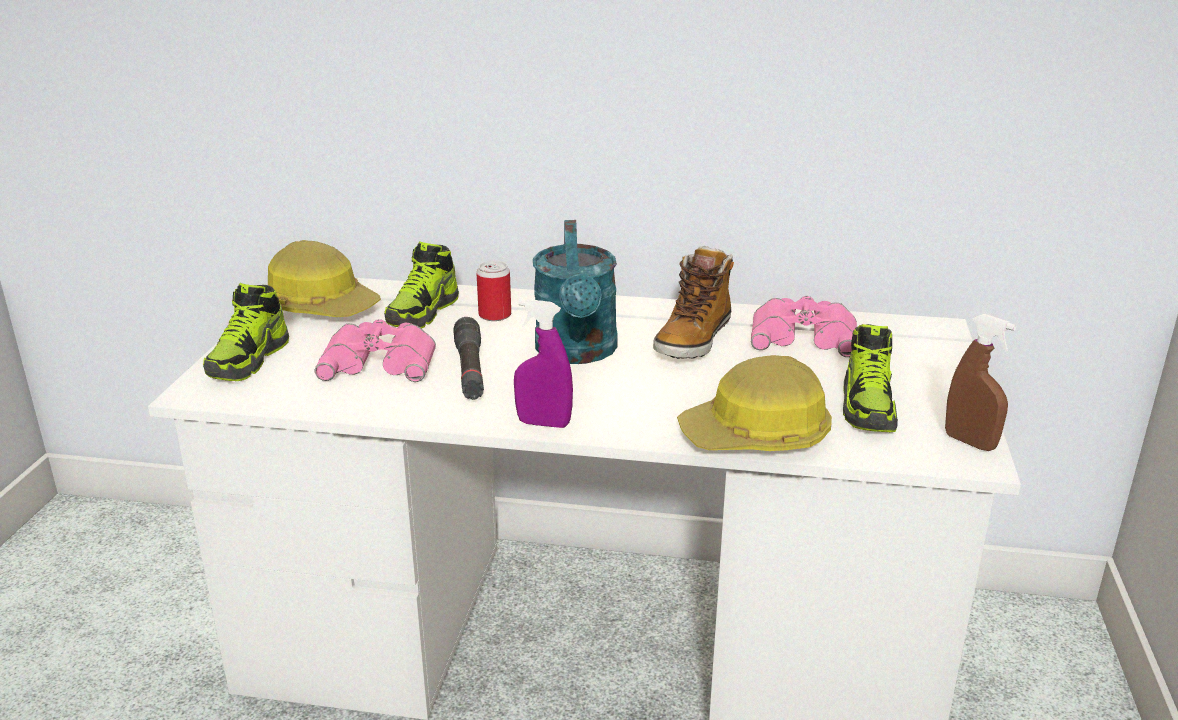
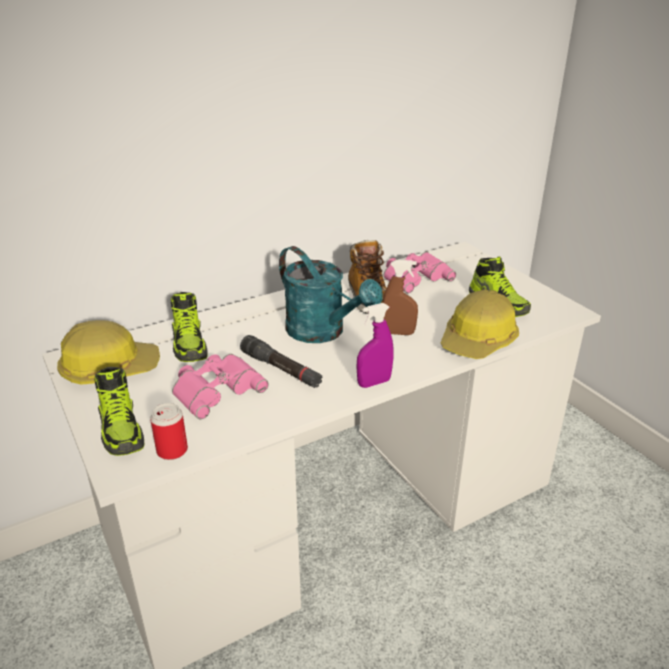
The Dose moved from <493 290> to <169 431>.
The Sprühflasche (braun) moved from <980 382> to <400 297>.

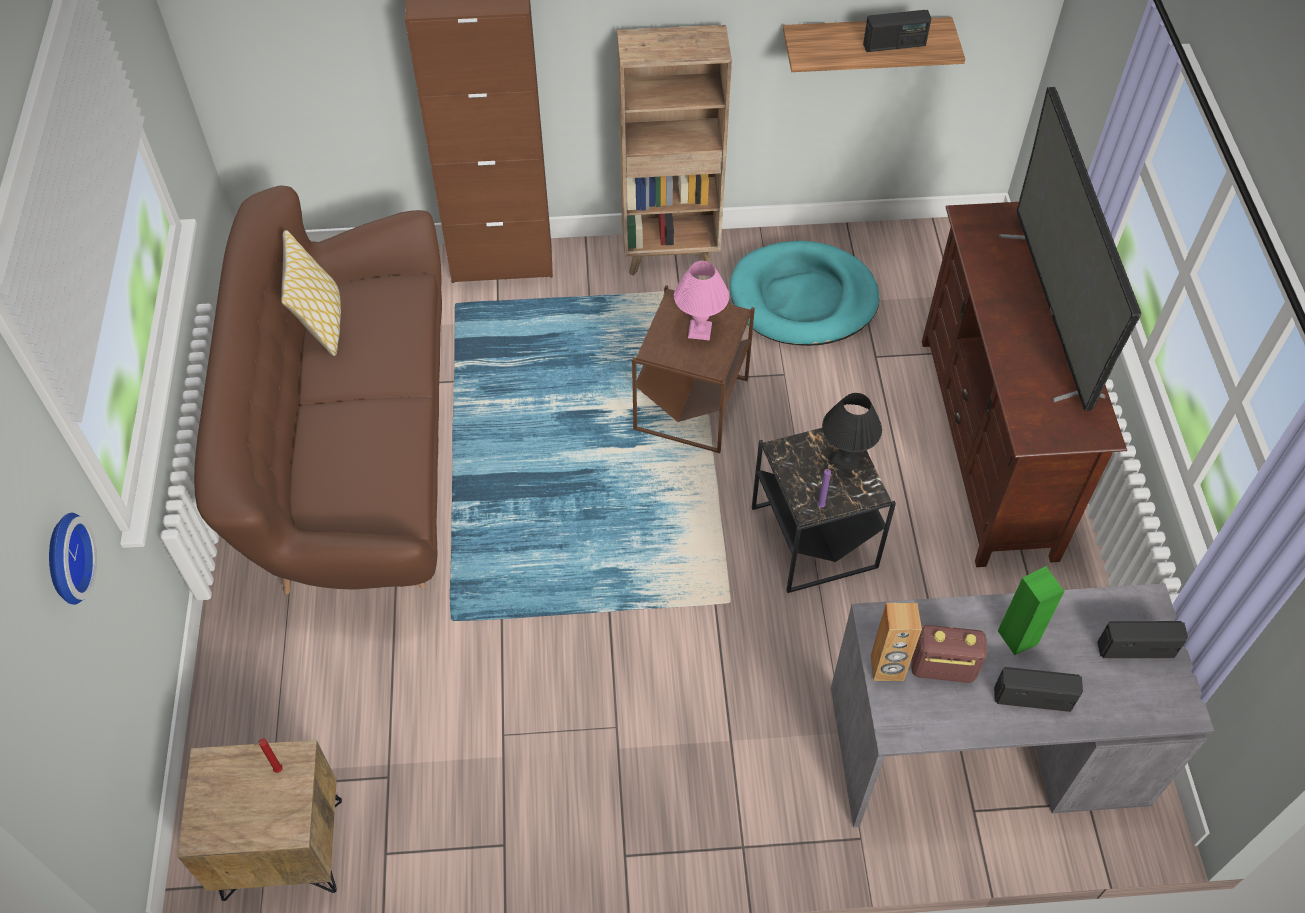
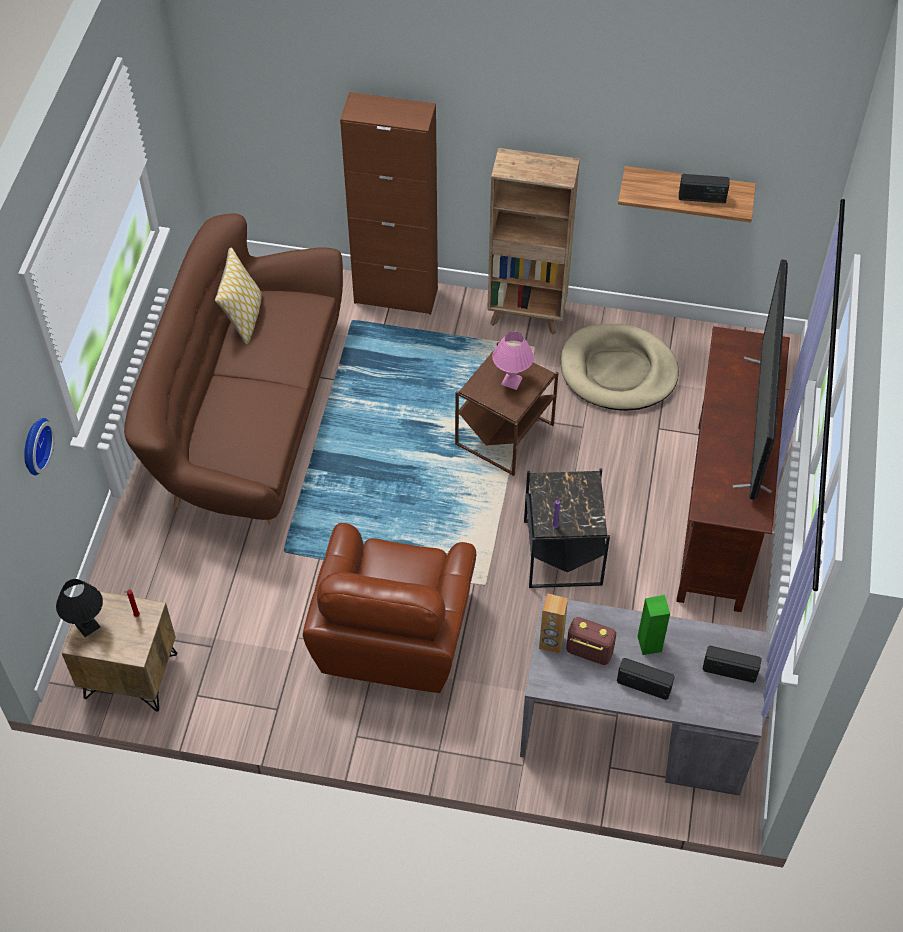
The Hundebett (türkis) at <804 293> became the Hundebett (beige) at <620 367>.
The Tischlampe (schwarz) moved from <852 434> to <79 608>.
The Sessel (braun) at <389 608> appeared.

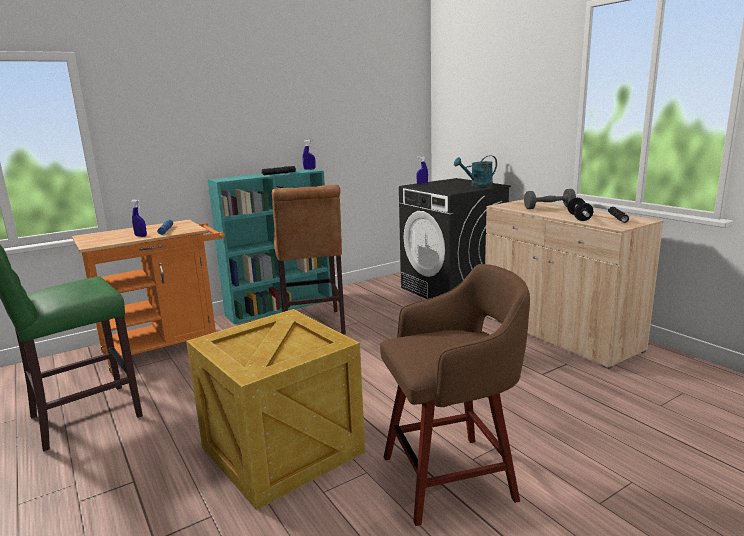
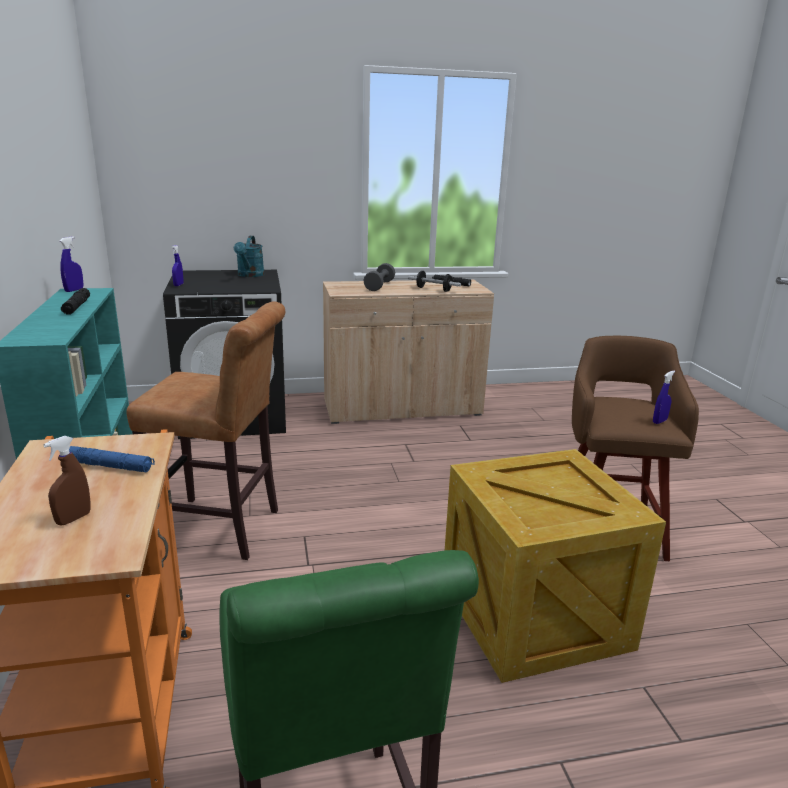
The Sprühflasche (blau) moved from <139 218> to <664 397>.
The Sprühflasche (braun) at <67 480> appeared.

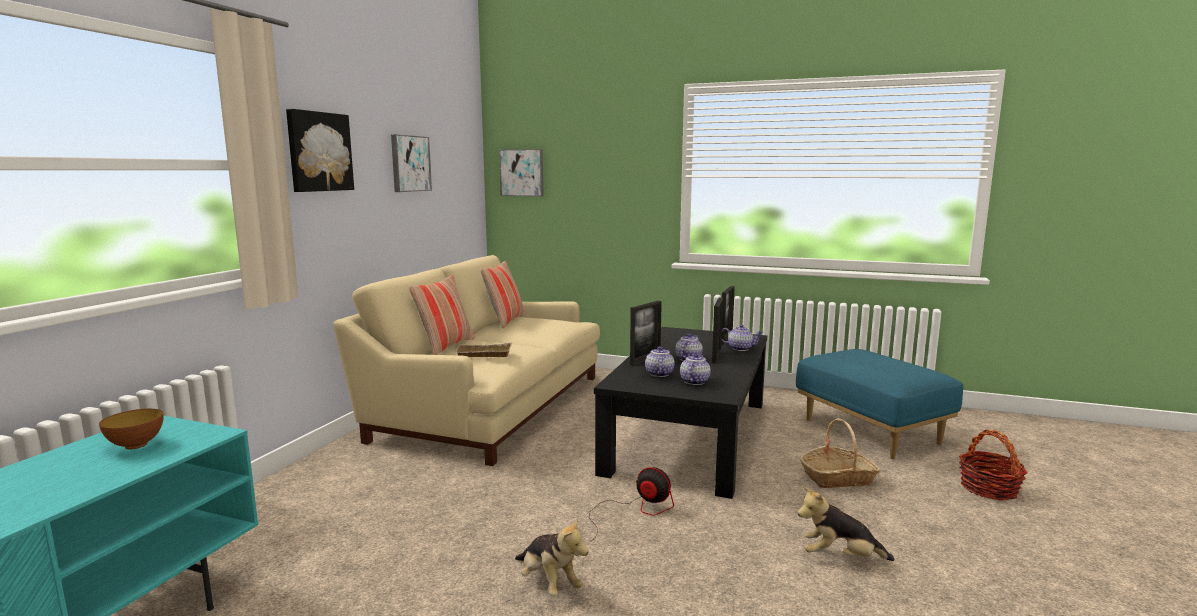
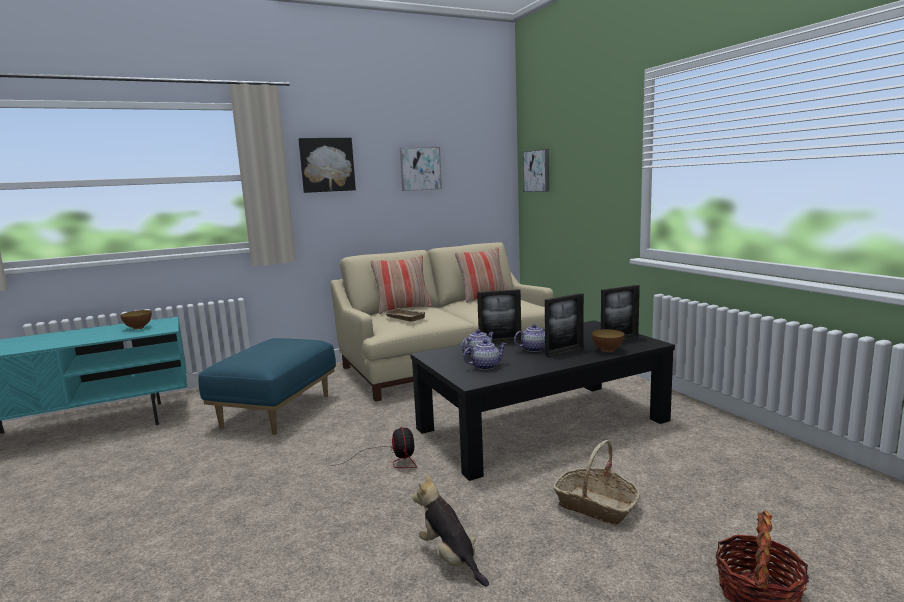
The Teekanne at <742 337> was replaced by the Schüssel at <608 340>.
The Polsterhocker (blau) moved from <879 404> to <267 386>.
The Plüschtier at <552 557> disappeared.

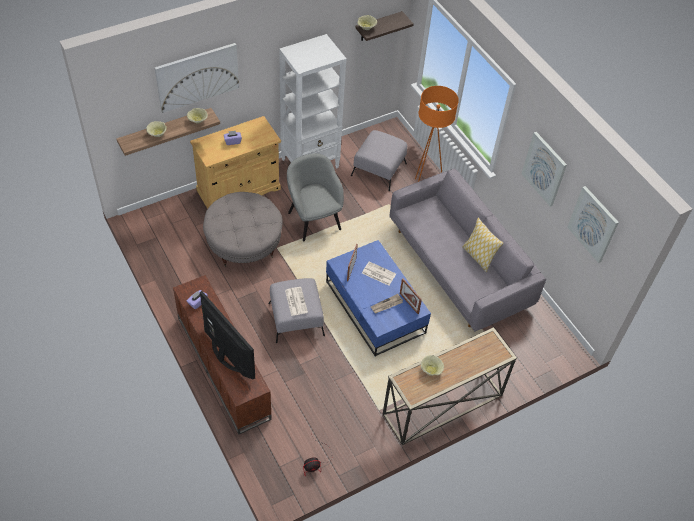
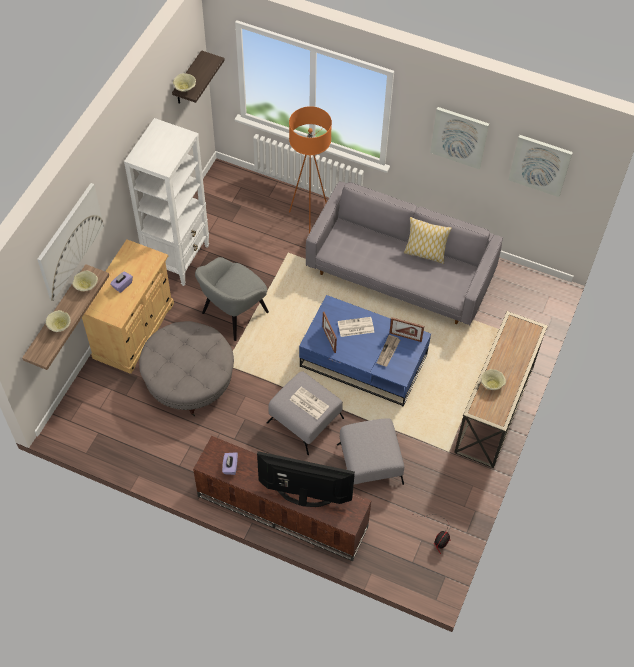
The Polsterhocker (grau) moved from <379 160> to <370 451>.
The Sessel (grau) at <315 197> turned 75 degrees counterclockwise.

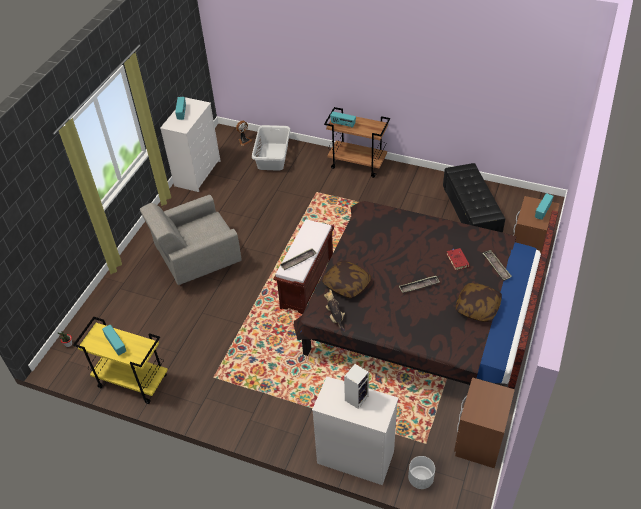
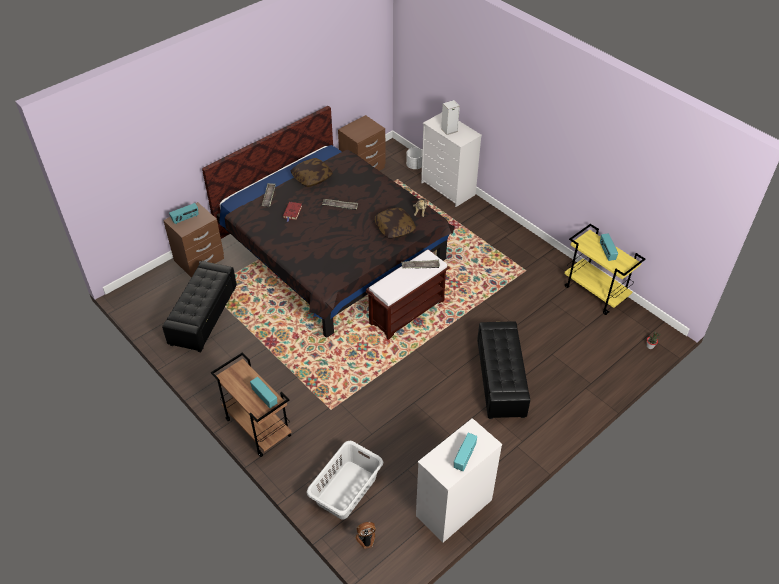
The Sessel (grau) at <191 240> was replaced by the Polsterhocker (schwarz) at <503 370>.

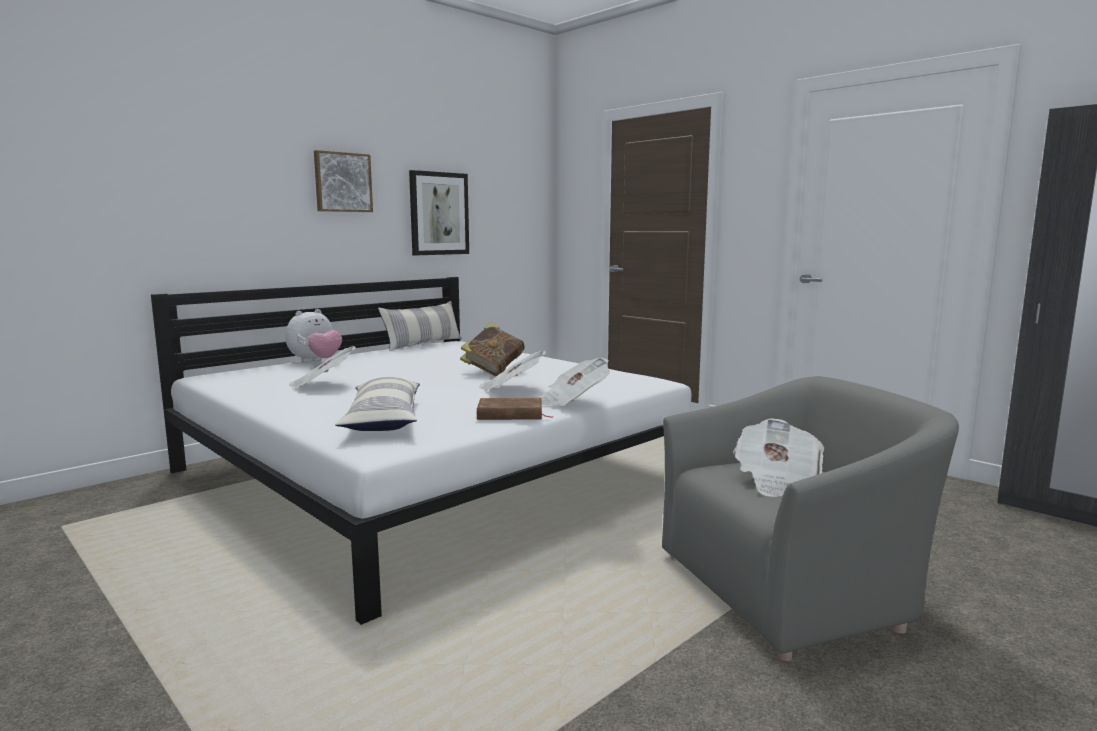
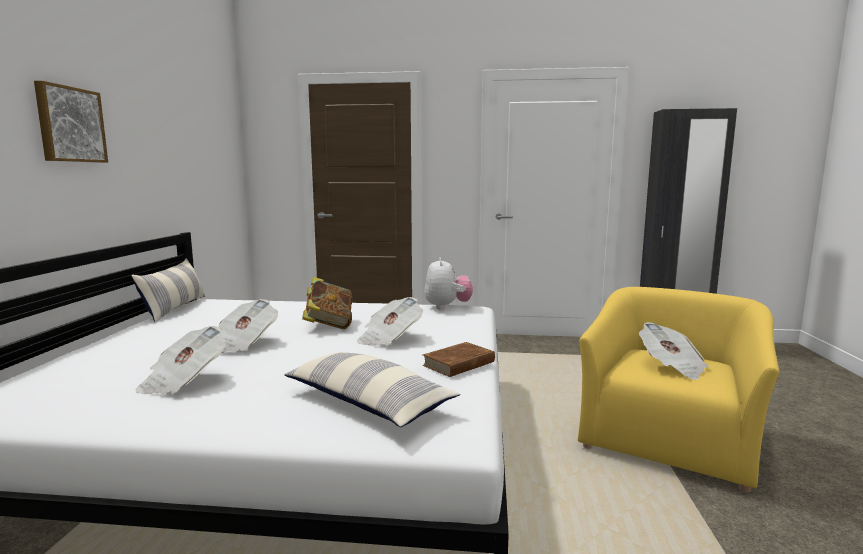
The Bild at <439 213> disappeared.
The Plüschtier moved from <313 336> to <448 283>.
The Zeitung moved from <574 382> to <248 326>.
The Sessel (grau) at <810 518> became the Sessel (gelb) at <678 390>.

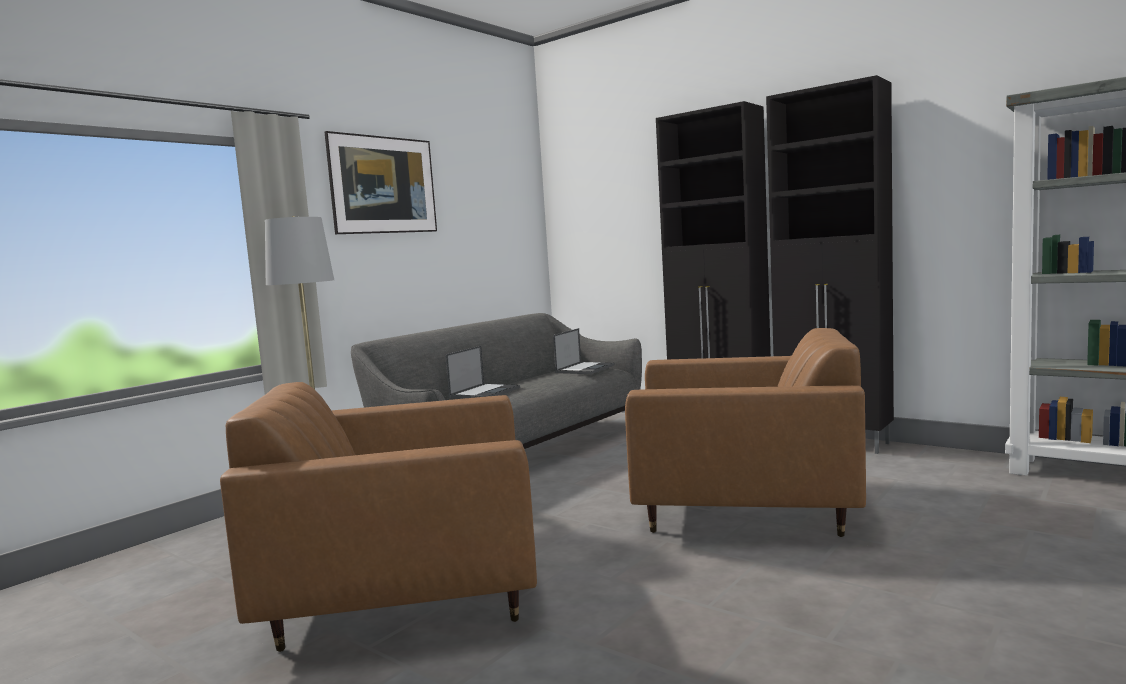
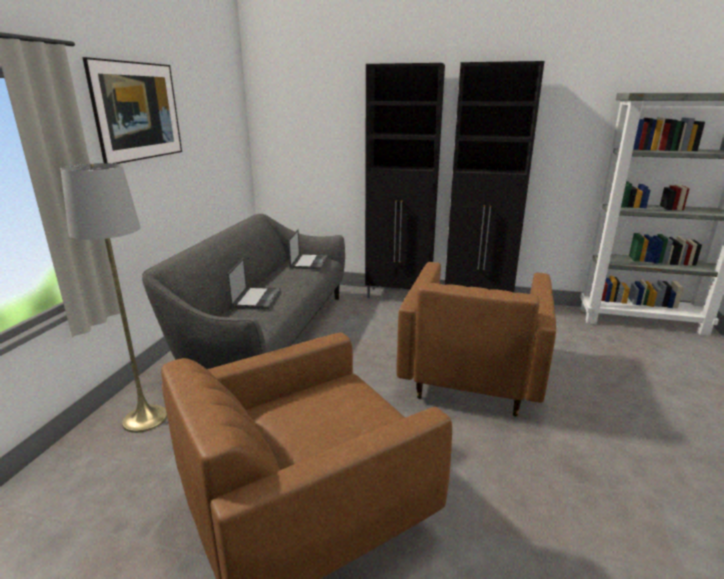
The Sessel (braun) at <745 432> turned 120 degrees clockwise.

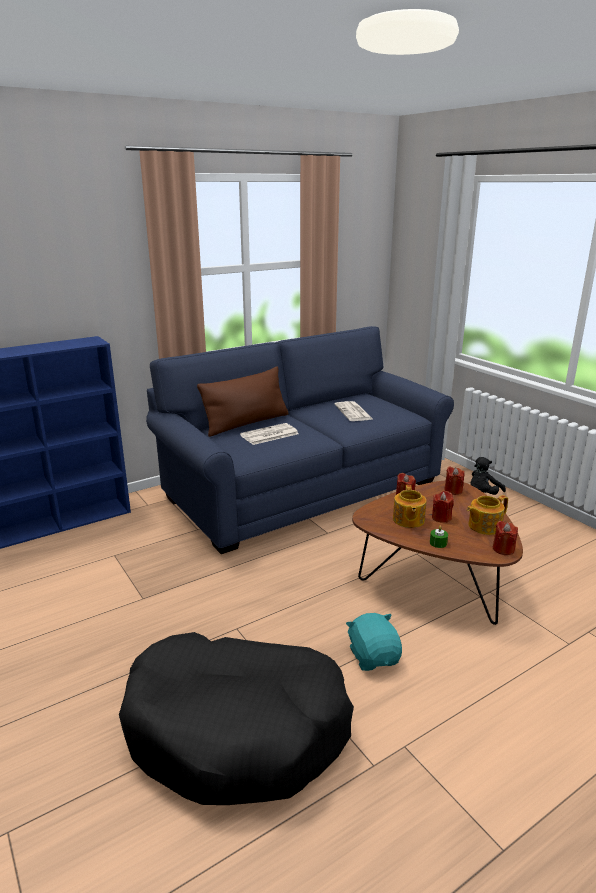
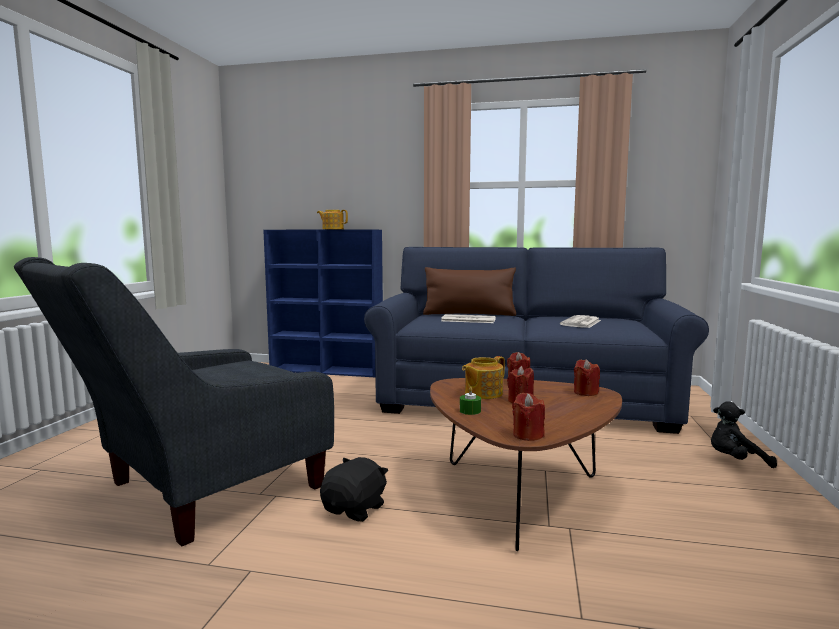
The Teekanne moved from <487 515> to <332 220>.
The Plüschtier (türkis) at <374 642> became the Plüschtier (schwarz) at <354 489>.
The Hundebett (schwarz) at <236 718> was replaced by the Sessel (grau) at <174 401>.

